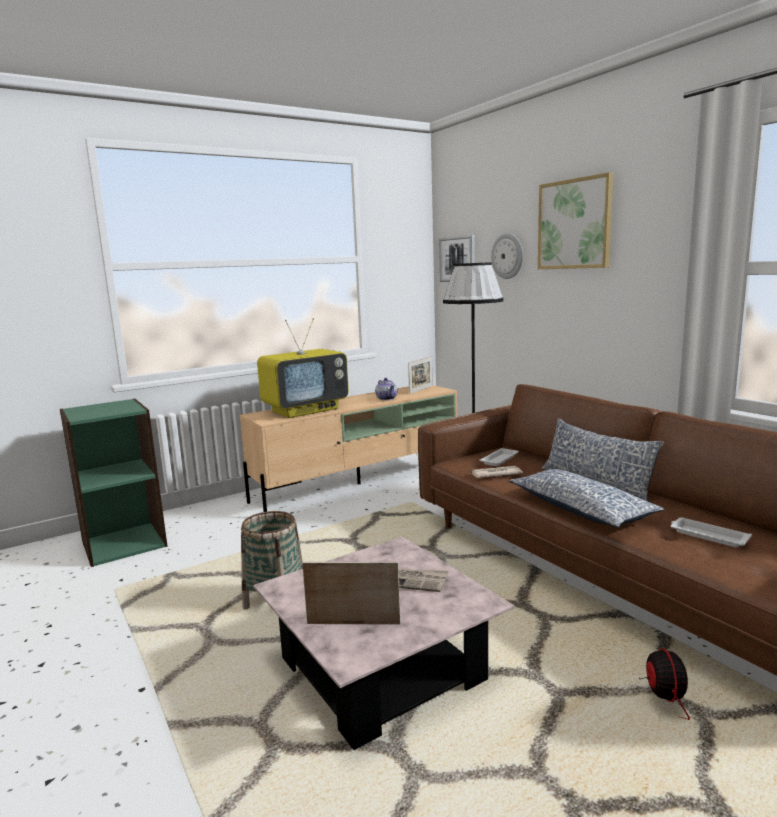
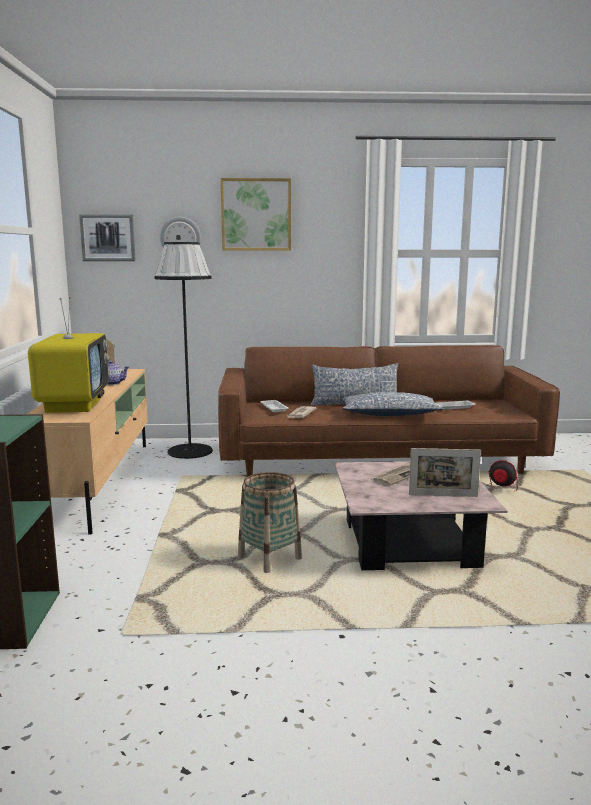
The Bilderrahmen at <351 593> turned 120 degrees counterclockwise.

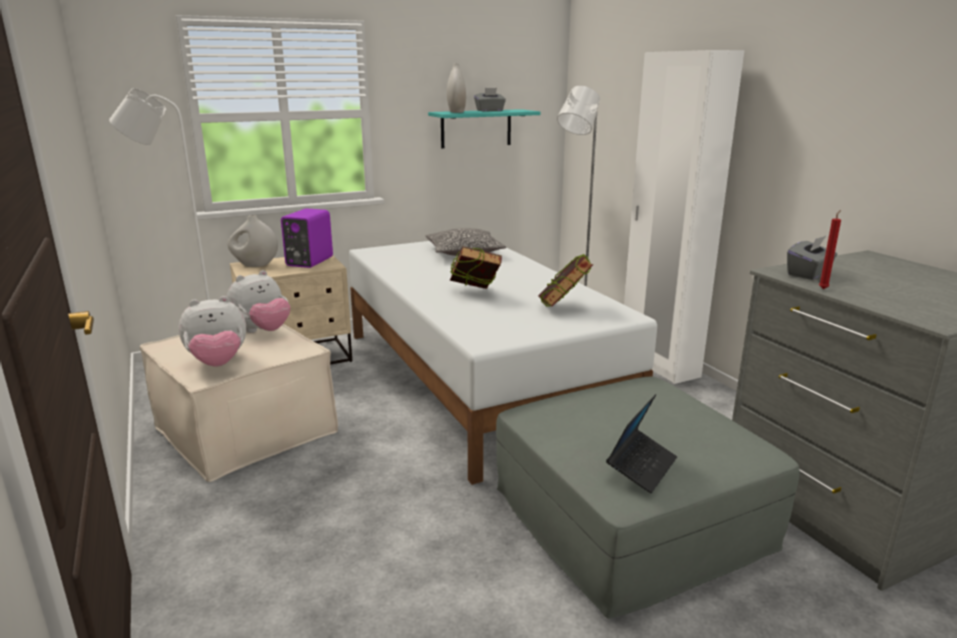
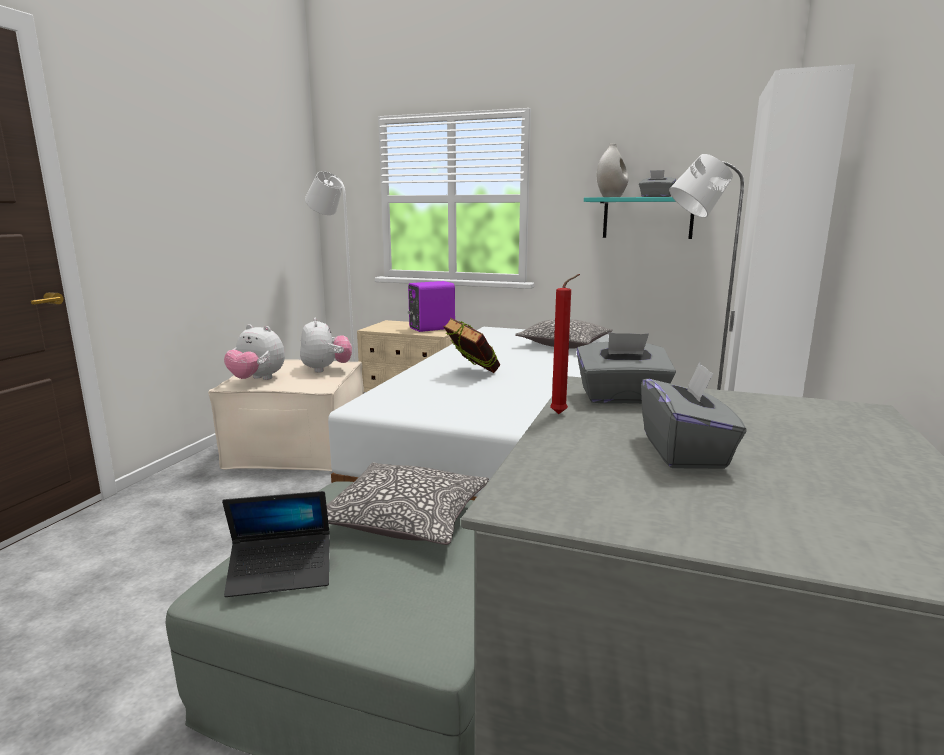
The Vase (weiß) at <252 241> disappeared.
The Buch at <565 280> disappeared.
The Plüschtier at <258 301> turned 105 degrees counterclockwise.
The Taschentuchbox (grau) at <693 415> appeared.
The Kissen at <408 504> appeared.

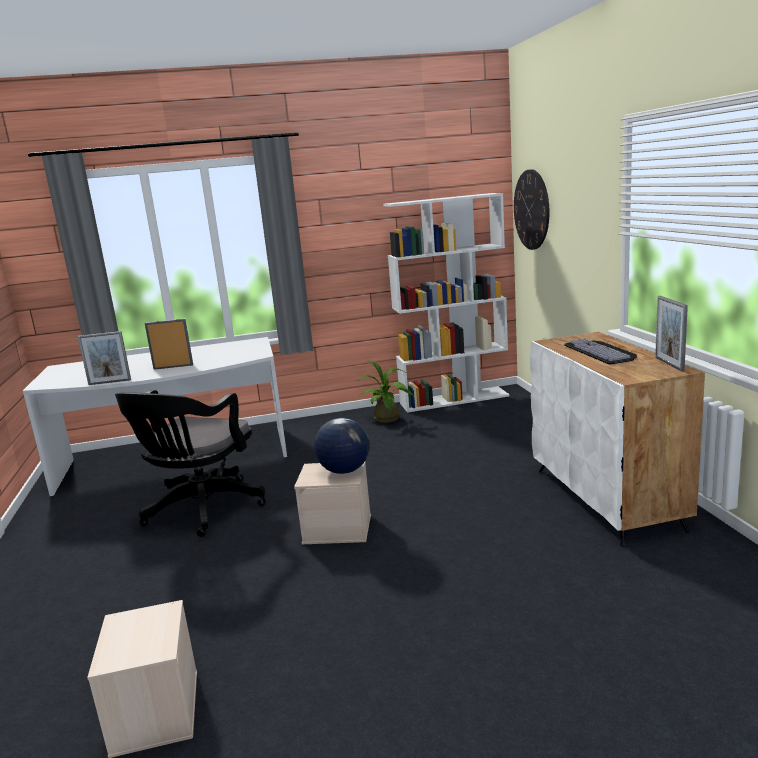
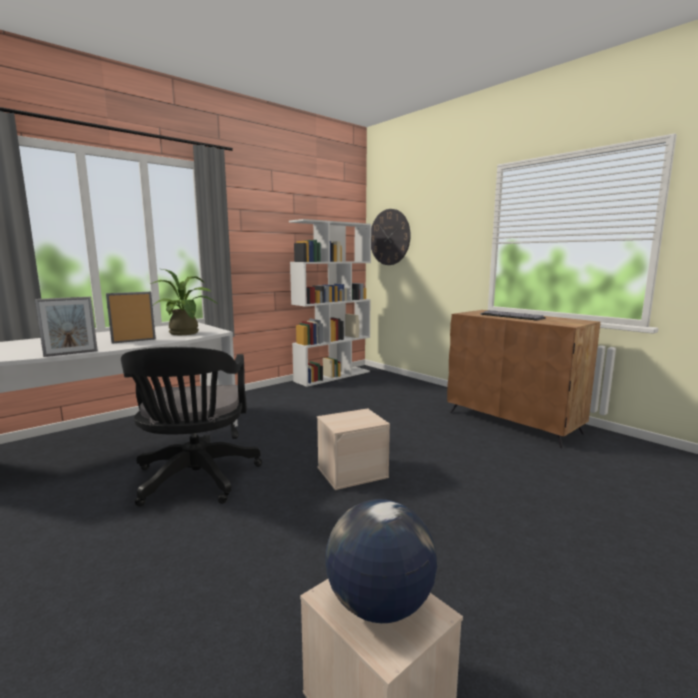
The Bilderrahmen at <671 334> disappeared.
The Schrank (weiß) at <617 439> became the Schrank (braun) at <523 379>.
The Topfpflanze moved from <385 391> to <184 302>.
The Globus moved from <342 446> to <381 561>.

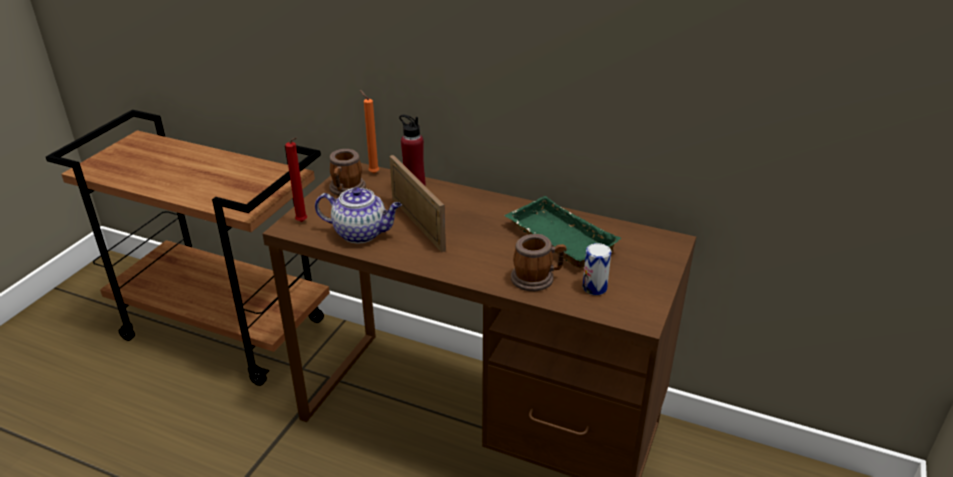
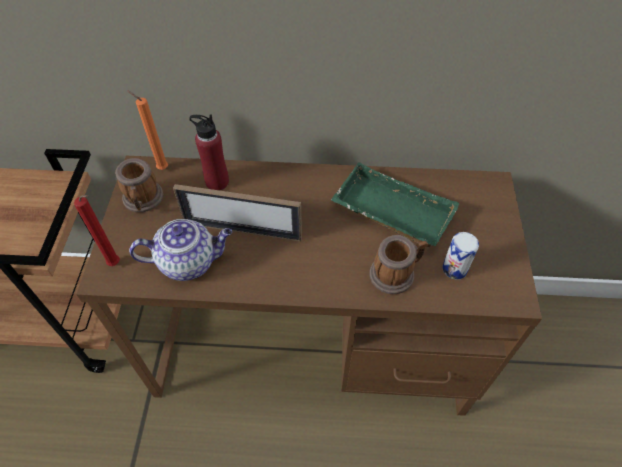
The Bilderrahmen at <417 203> turned 150 degrees clockwise.

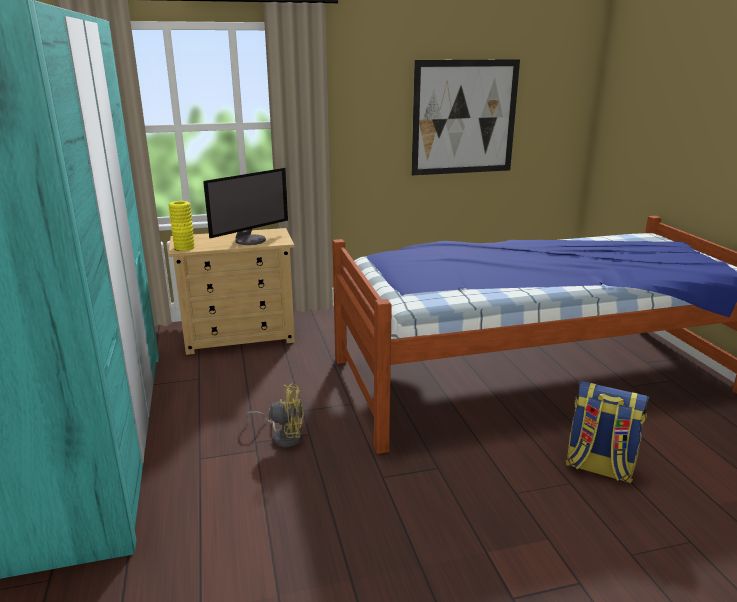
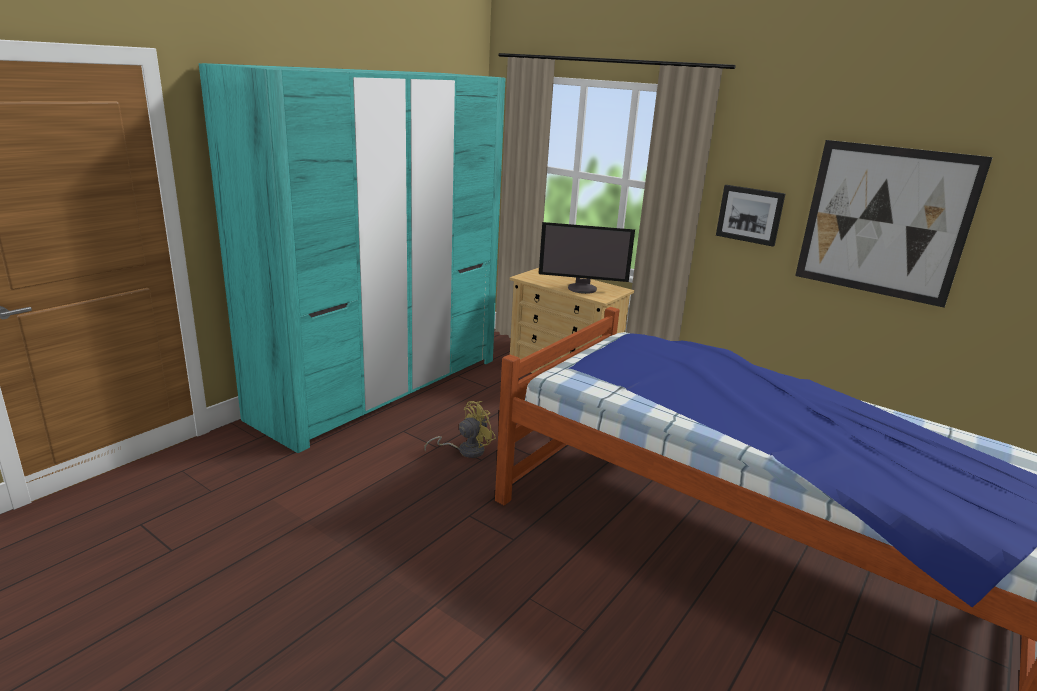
The Vase (gelb) at <181 226> disappeared.
The Rucksack at <607 432> disappeared.
The Ventilator (gelb) at <275 415> turned 90 degrees counterclockwise.
The Bild at <750 216> appeared.

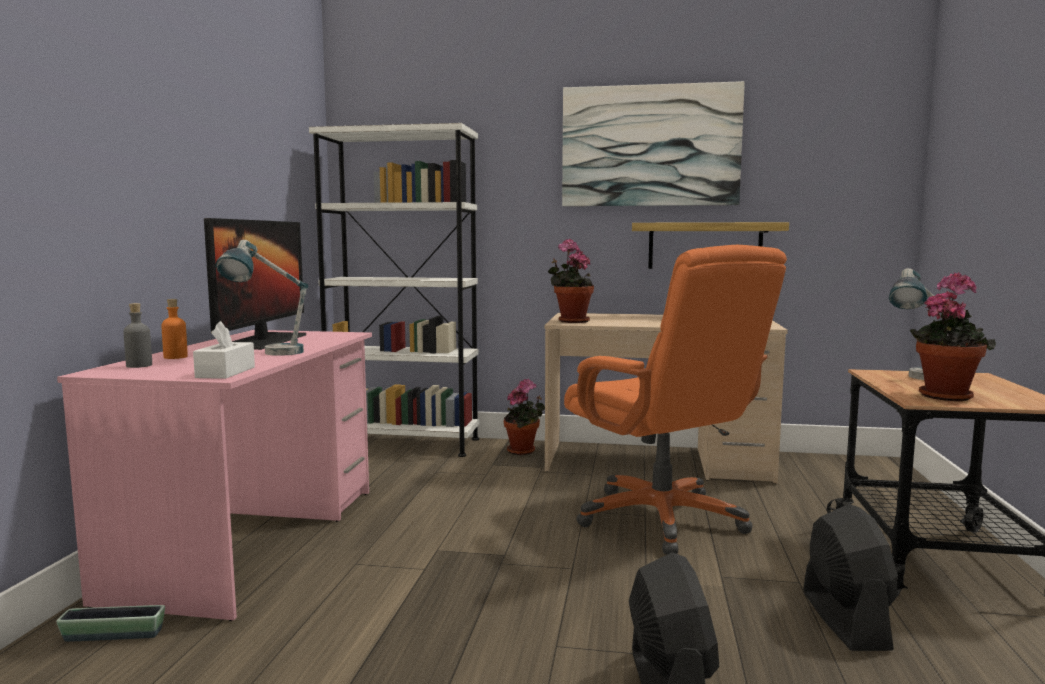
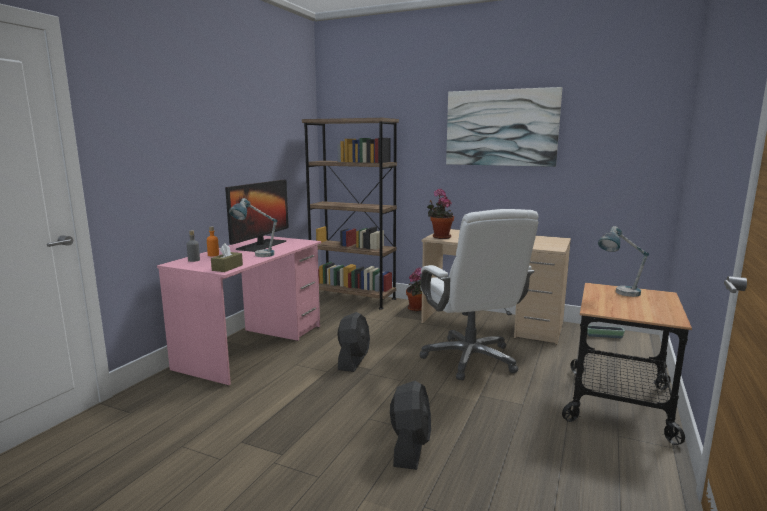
The Bücherregal (weiß) at <394 290> became the Bücherregal (braun) at <350 214>.
The Wandregal at <710 245> disappeared.
The Bürostuhl (orange) at <675 399> became the Bürostuhl (weiß) at <479 294>.
The Topfpflanze at <953 336> disappeared.
The Taschentuchbox (weiß) at <224 350> became the Taschentuchbox (braun) at <227 257>.
The Ventilator (schwarz) moved from <850 577> to <353 342>.
The Pflanzkübel moved from <110 623> to <606 331>.

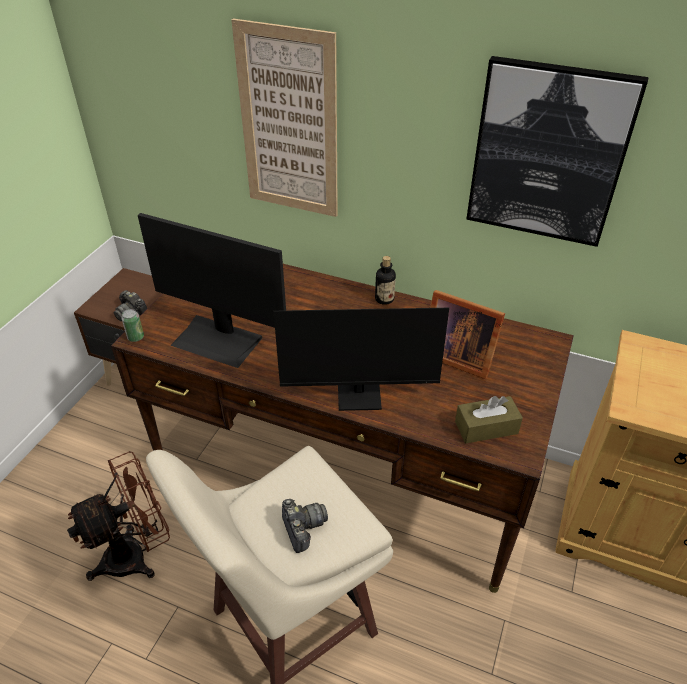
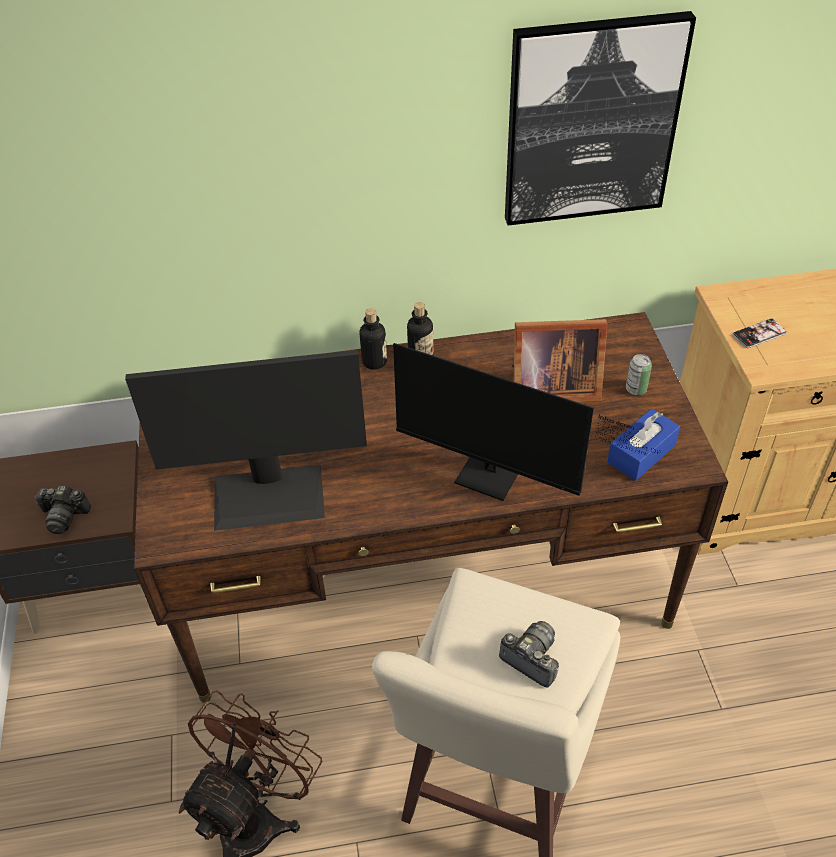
The Bild at <284 118> disappeared.
The Monitor at <387 359> turned 60 degrees clockwise.
The Dose moved from <132 325> to <639 374>.
The Taschentuchbox (braun) at <489 419> became the Taschentuchbox (blau) at <643 444>.
The Flasche at <373 339> appeared.
The Handy at <760 333> appeared.

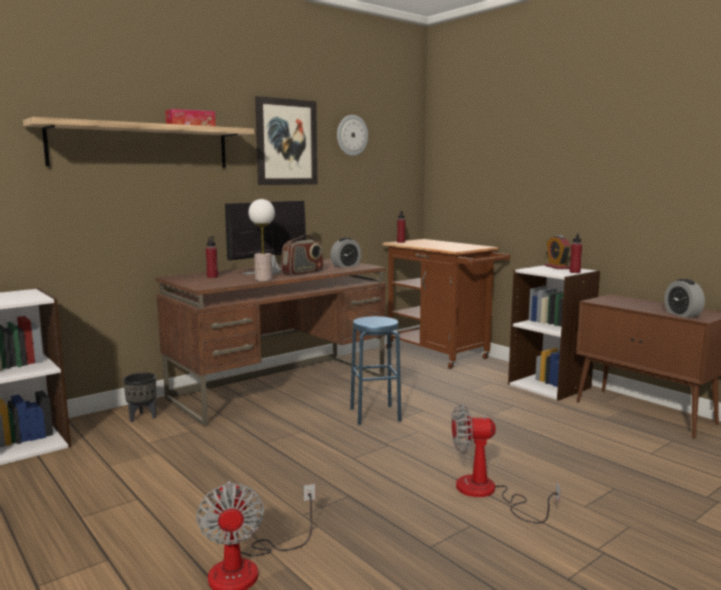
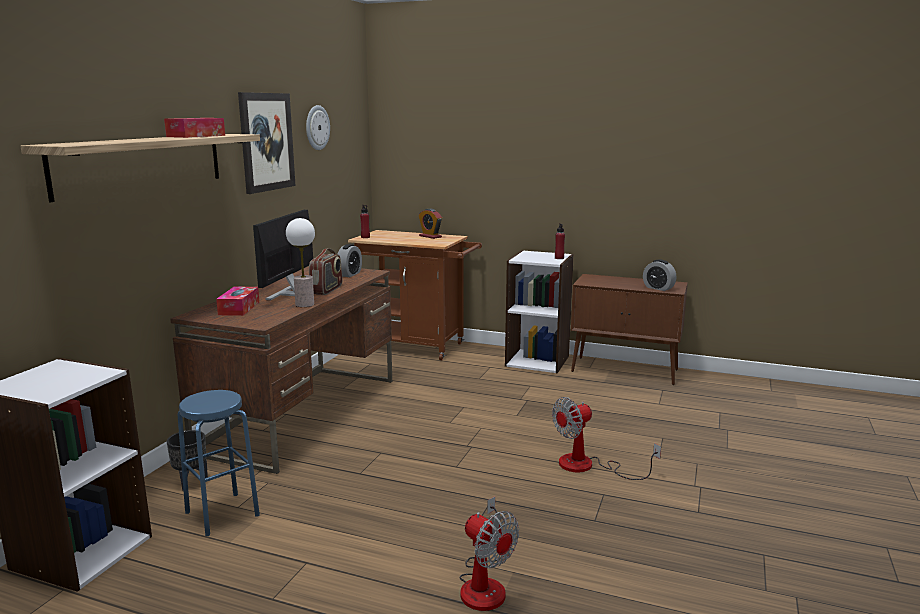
The Wecker moved from <558 252> to <430 224>.
The Flasche (rot) at <212 257> was replaced by the Taschentuchbox at <237 301>.
The Hocker (blau) moved from <375 370> to <219 463>.

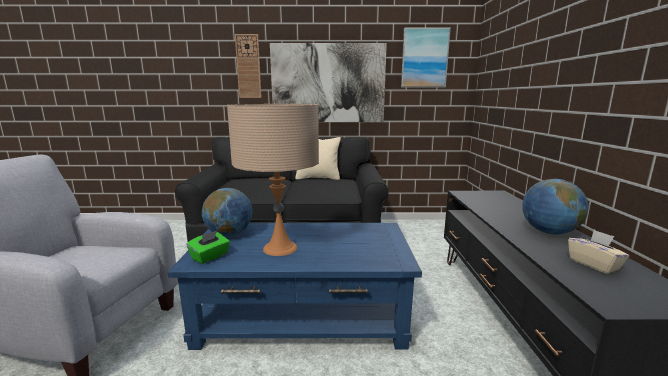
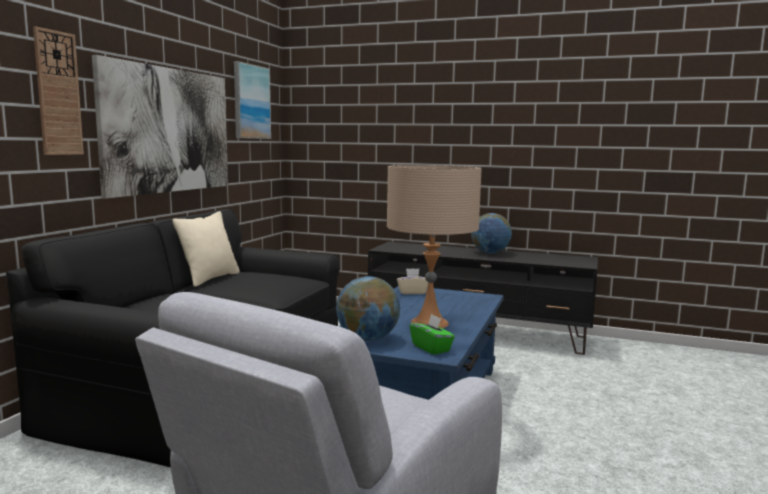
The Taschentuchbox (beige) moved from <598 252> to <413 281>.

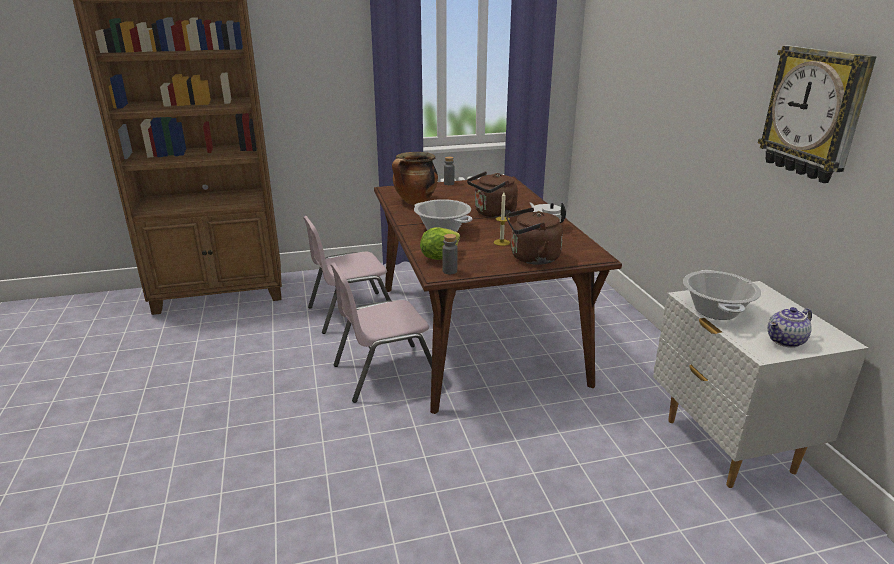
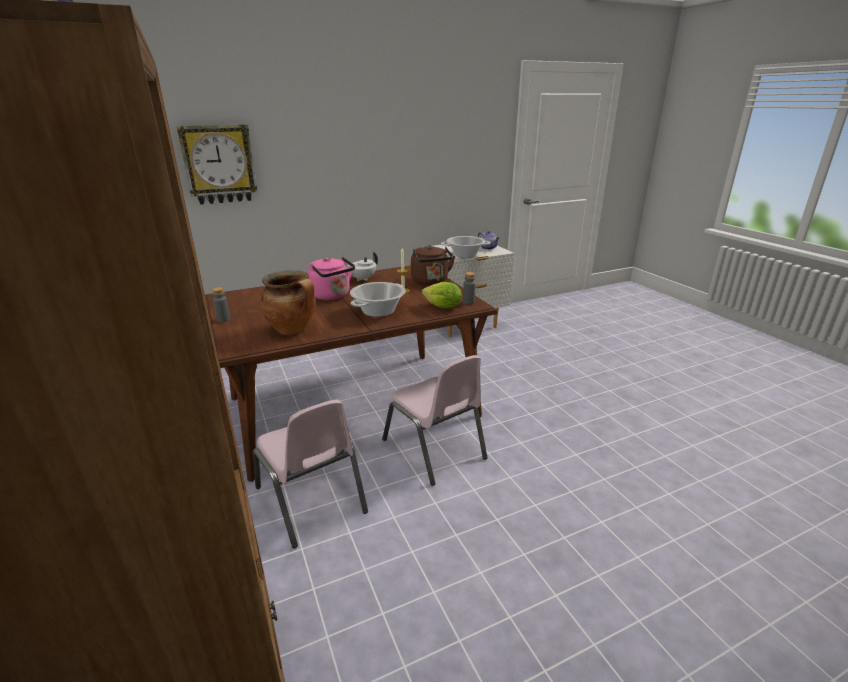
The Wanduhr moved from <817 114> to <217 165>.
The Wasserkessel (braun) at <492 195> became the Wasserkessel (rosa) at <331 278>.

